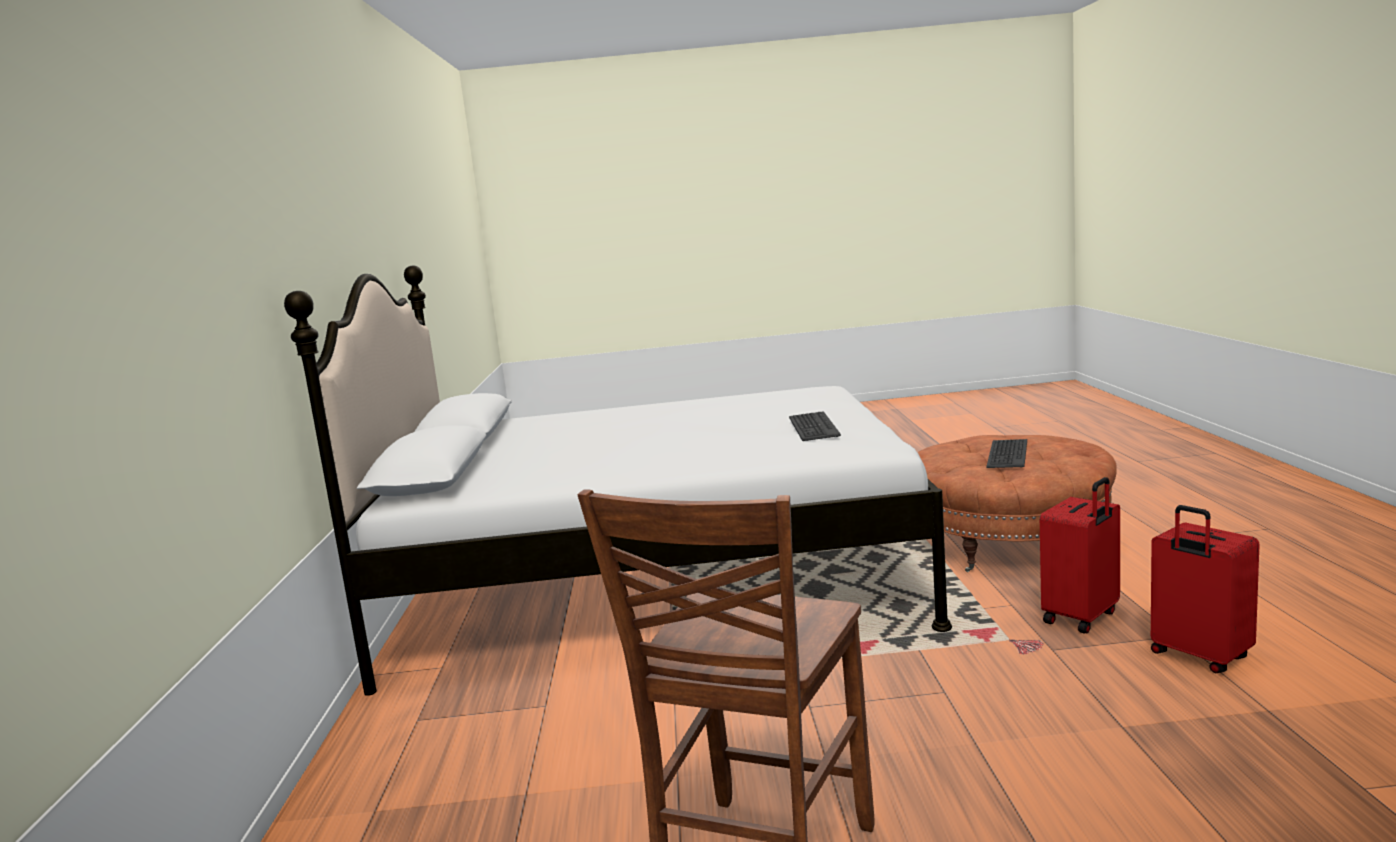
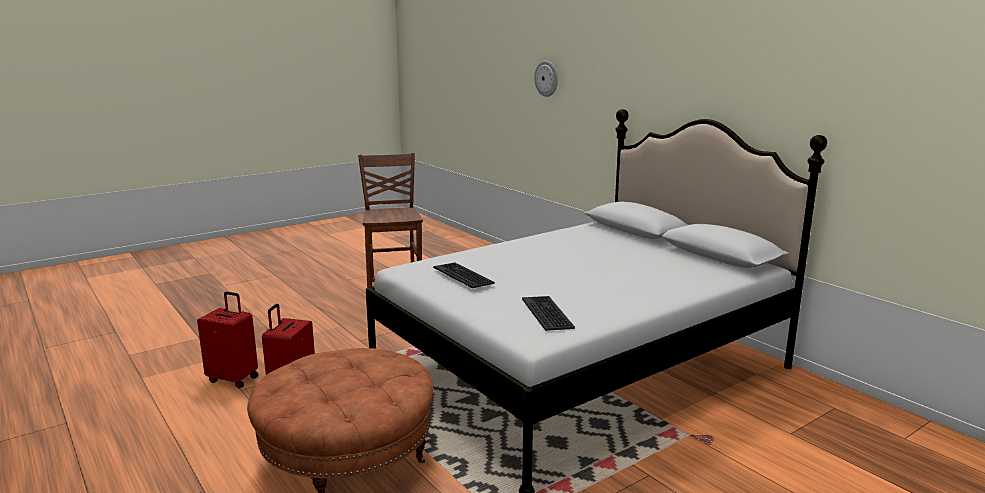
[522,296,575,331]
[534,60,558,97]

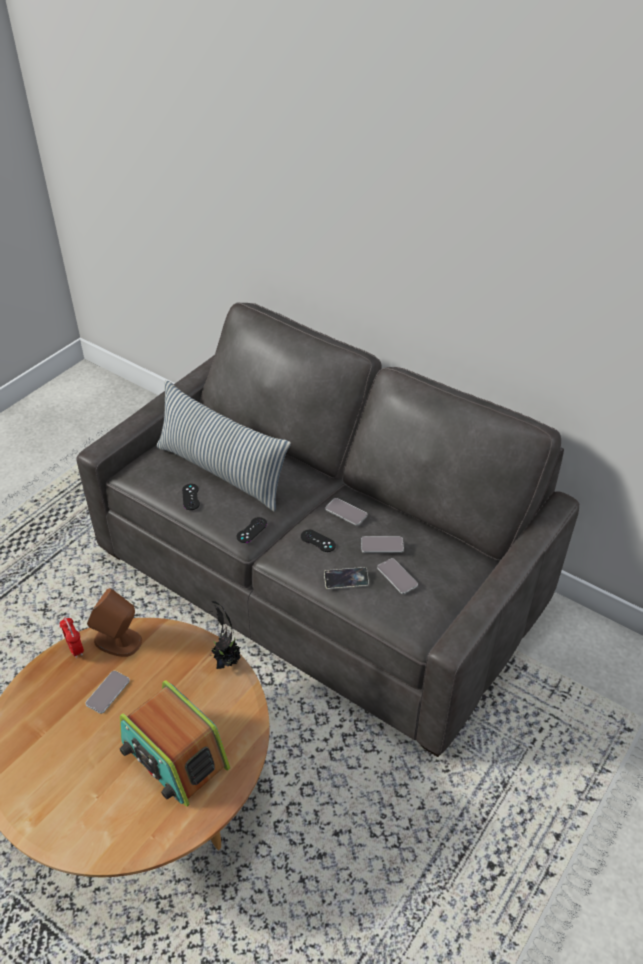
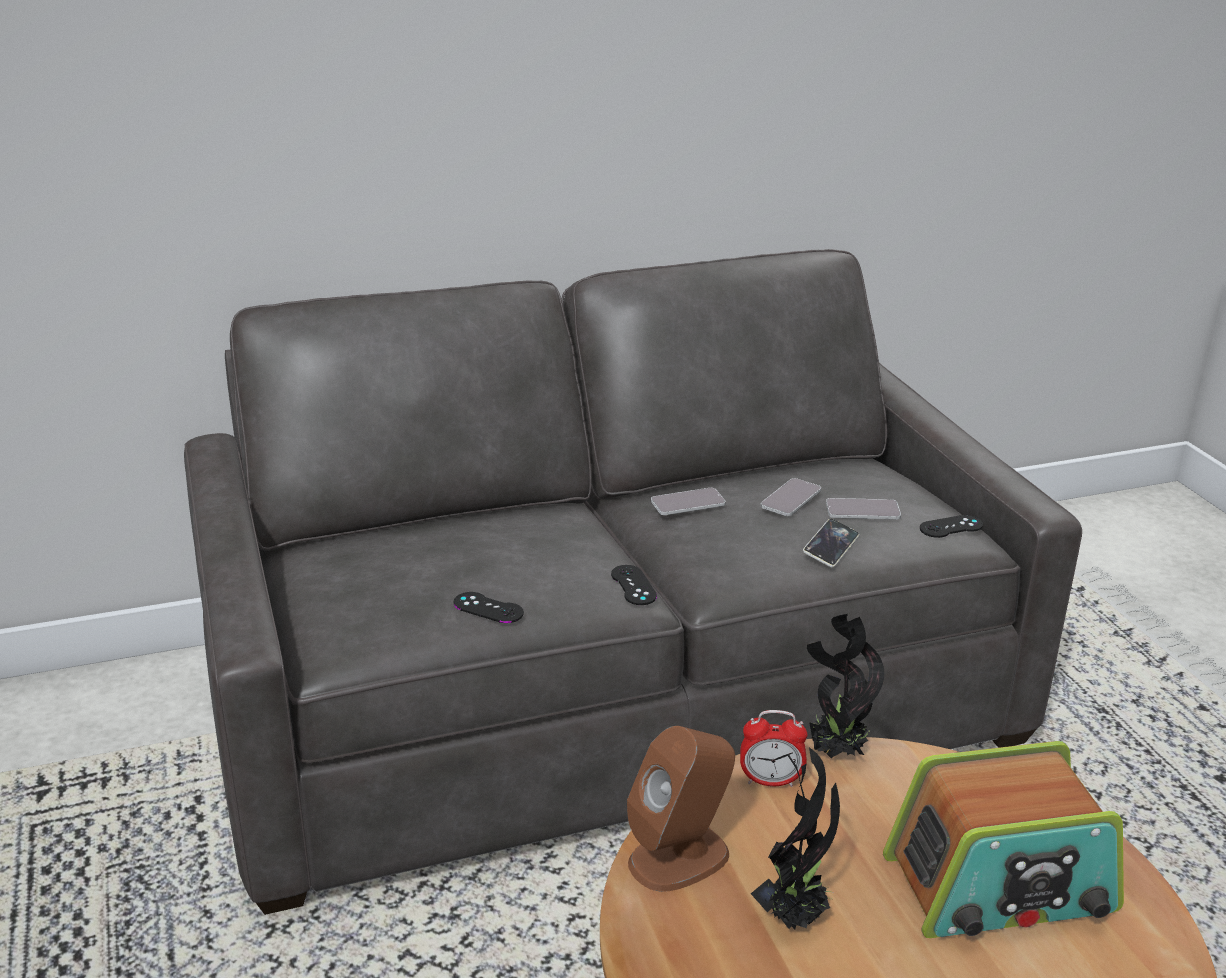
[157,380,291,512] (first image)
[920,515,983,538]
[740,710,807,787]
[751,747,840,930]

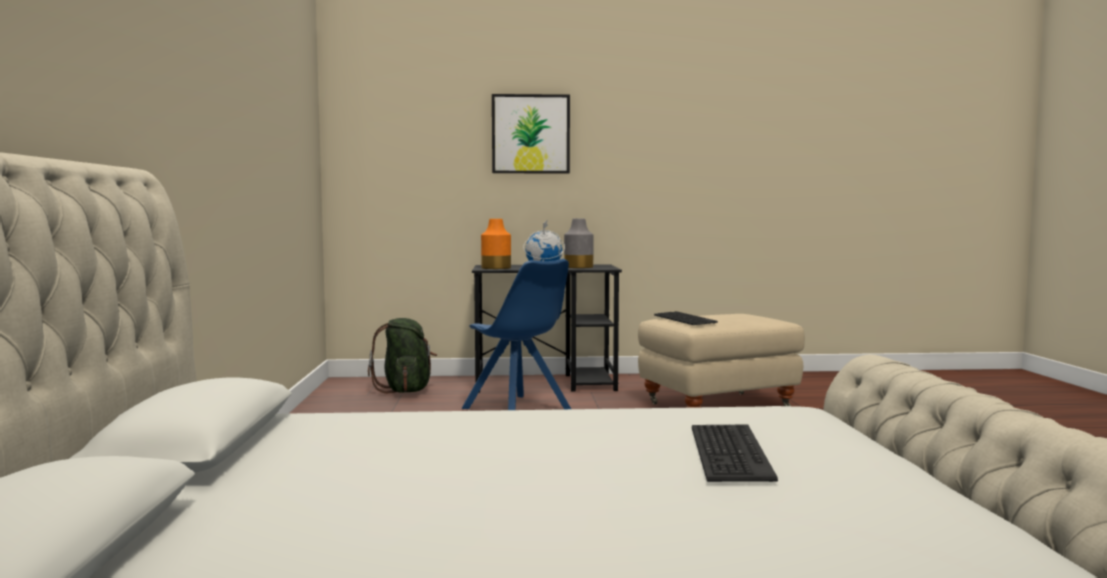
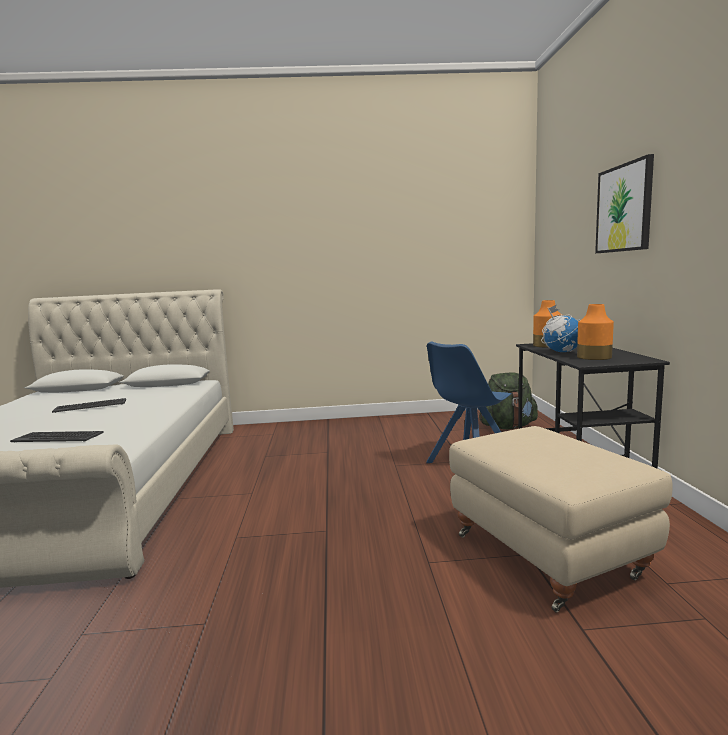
[577,304,614,360]
[52,398,126,413]

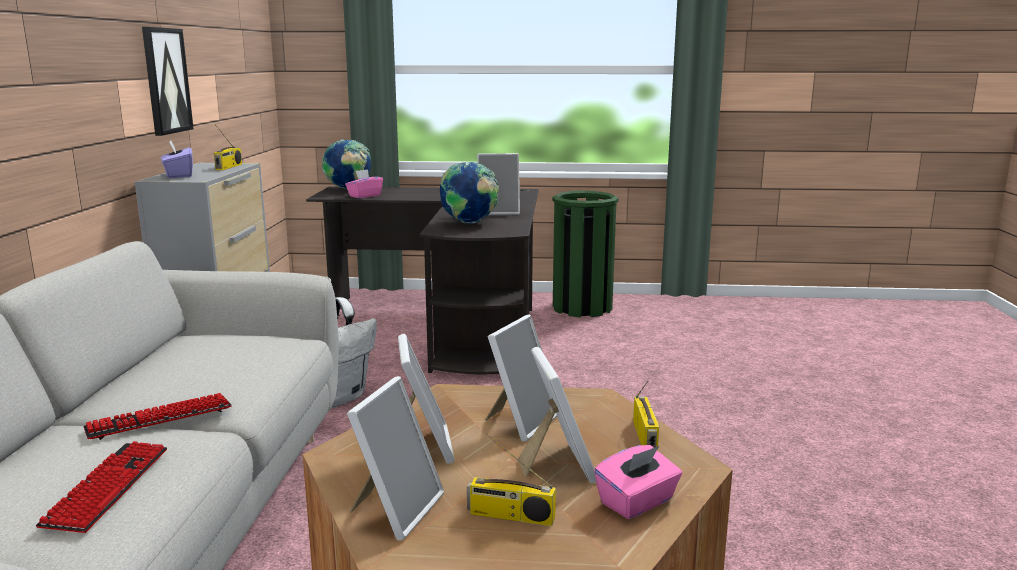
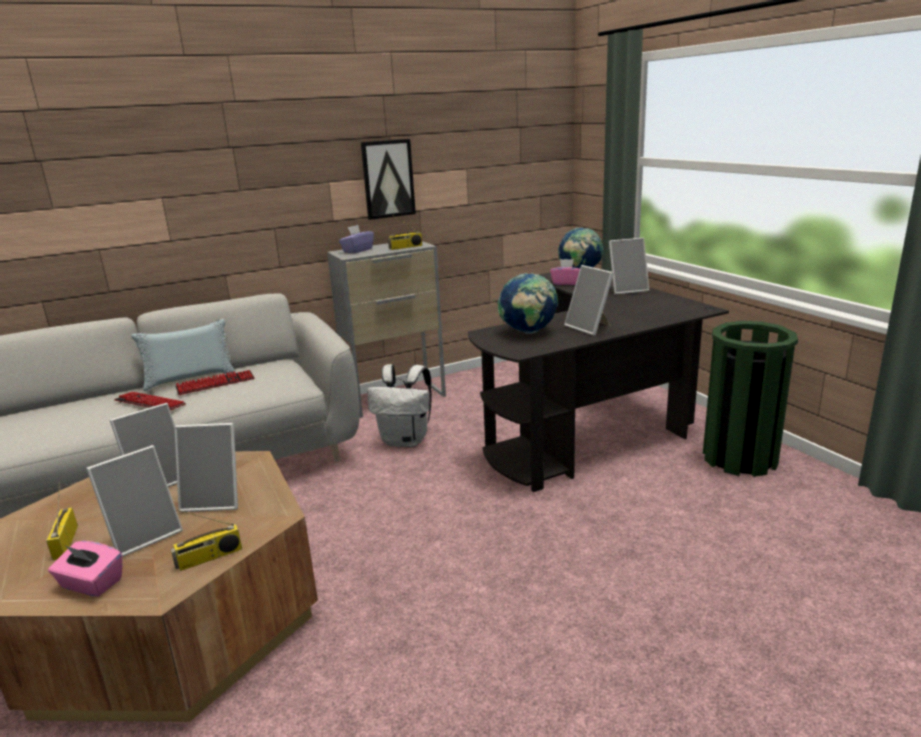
[609,238,650,295]
[175,370,254,395]
[131,319,235,391]

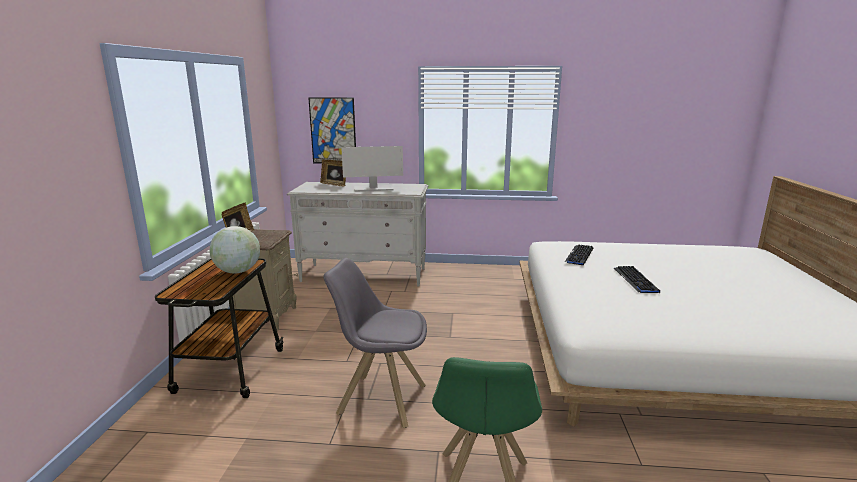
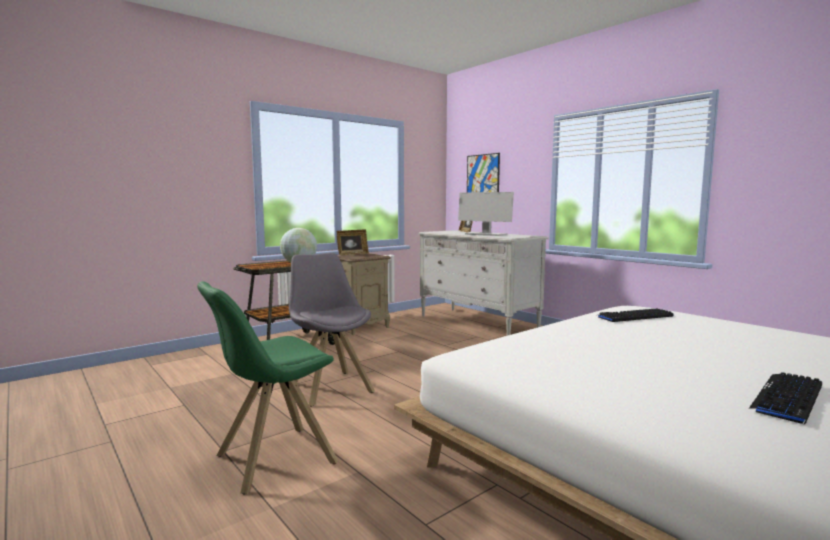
[749,372,822,424]

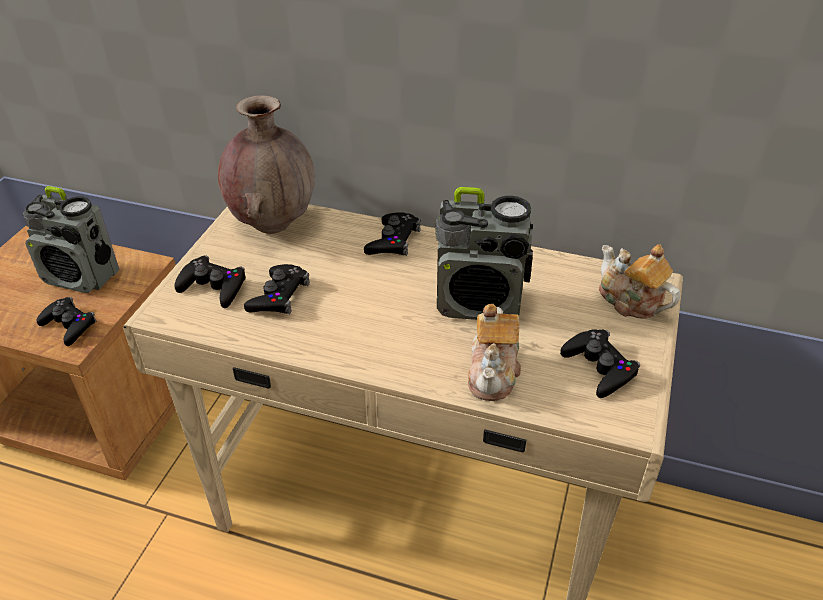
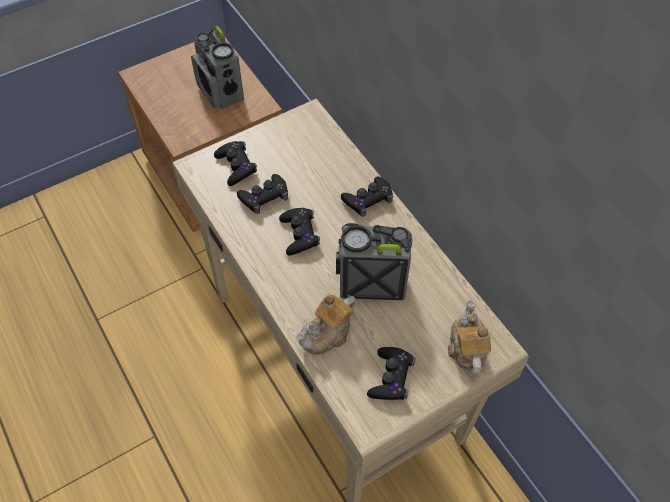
[218,95,315,234] (first image)
[336,223,413,300]
[279,208,320,256]

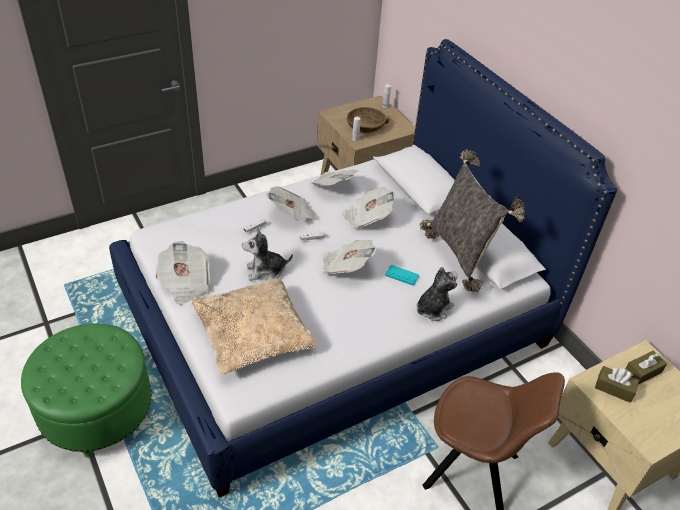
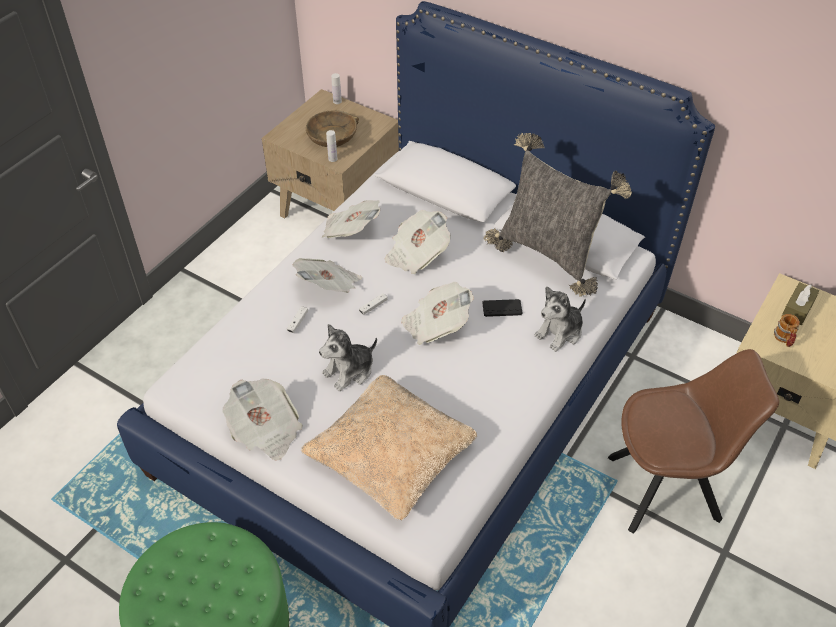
[482,299,523,317]
[535,286,586,352]
[774,314,800,347]

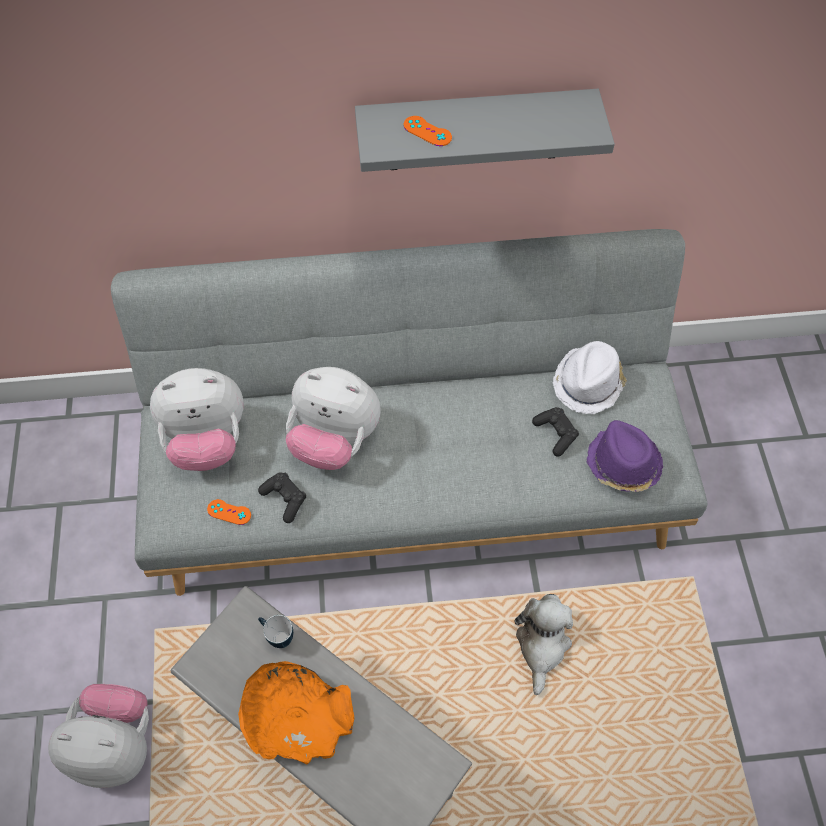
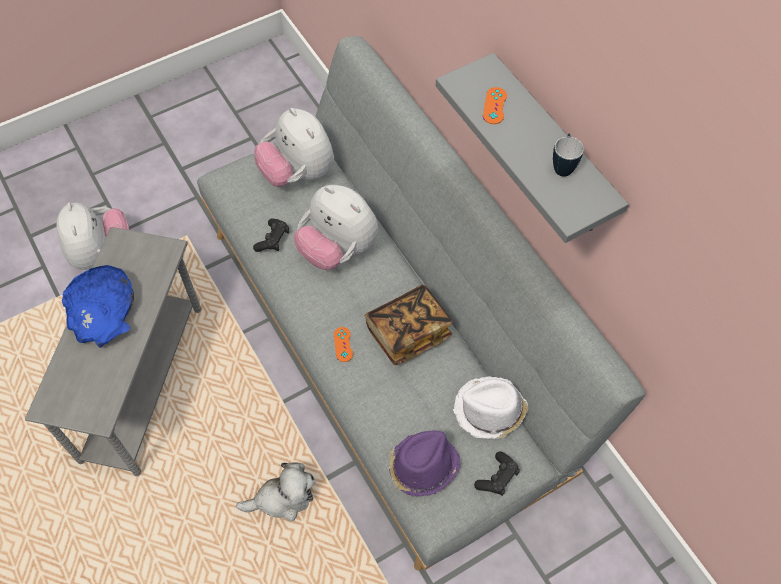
[294,185,378,270]
[474,451,520,496]
[334,327,353,362]
[553,134,584,177]
[62,265,134,348]
[365,285,453,365]

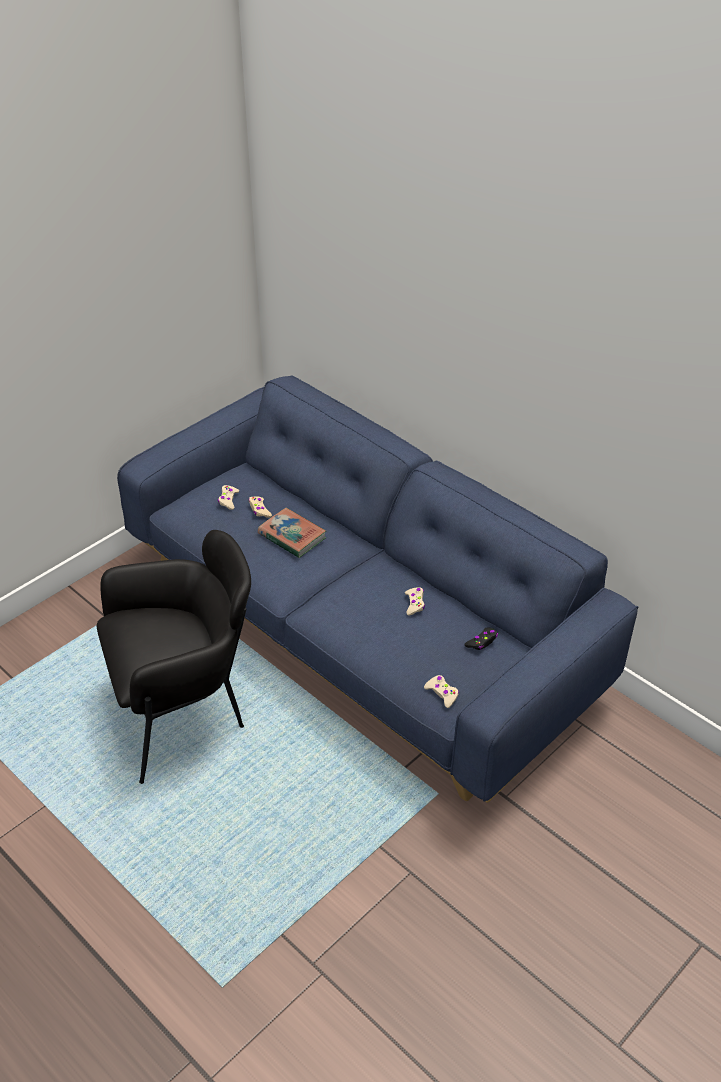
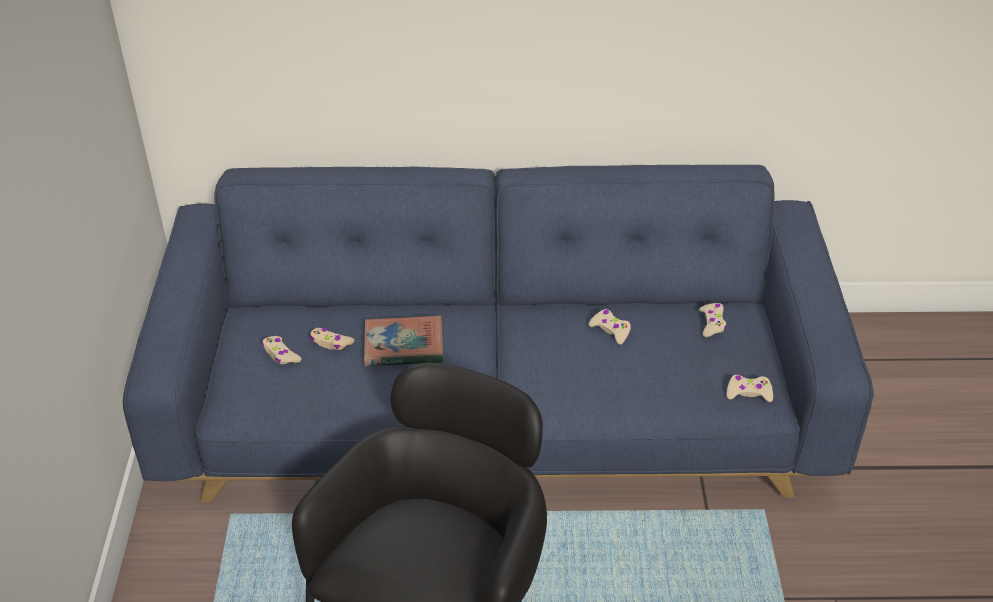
[699,303,727,337]

